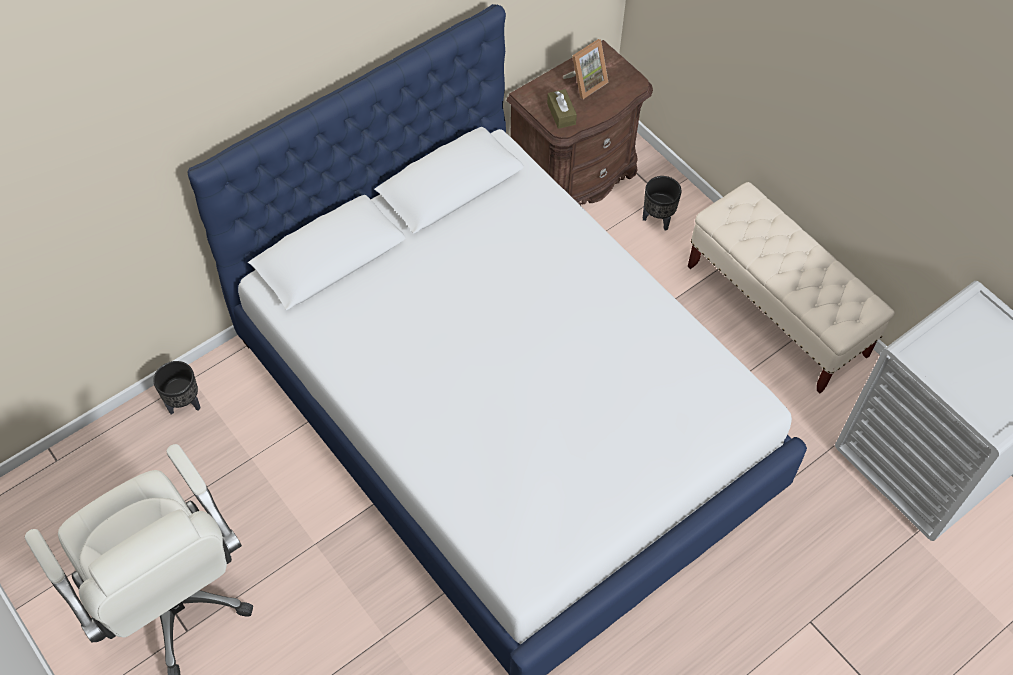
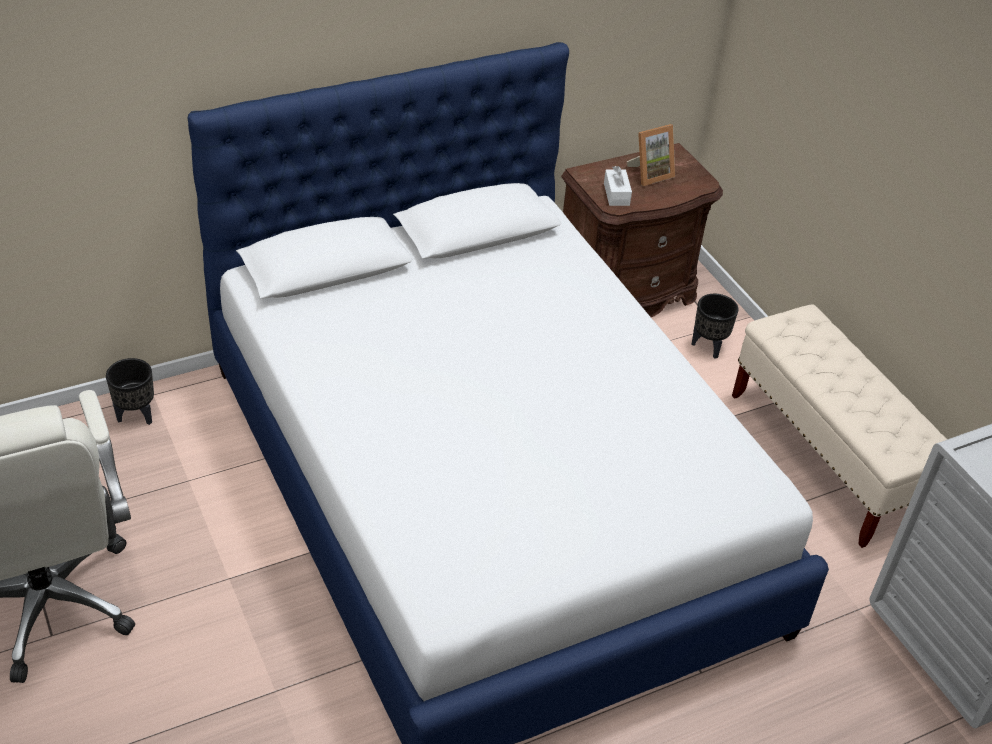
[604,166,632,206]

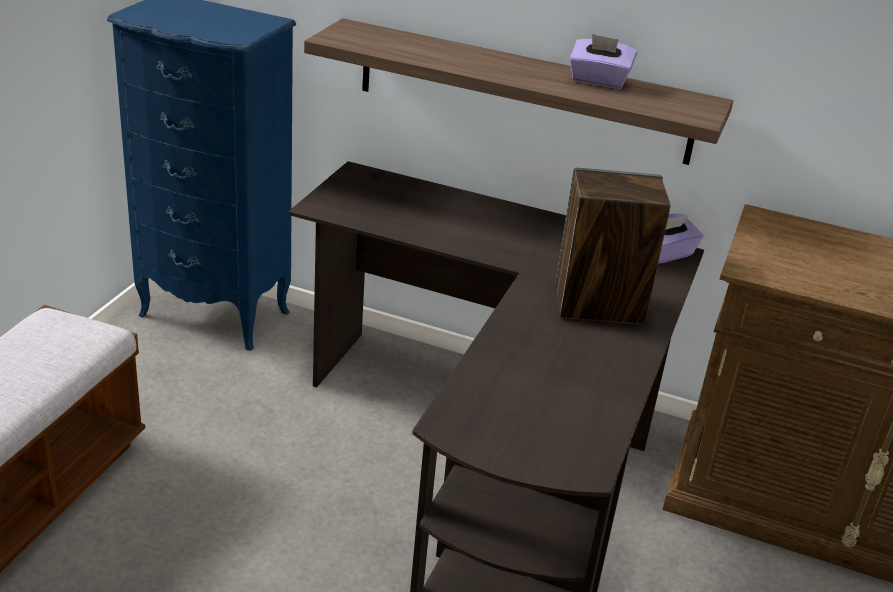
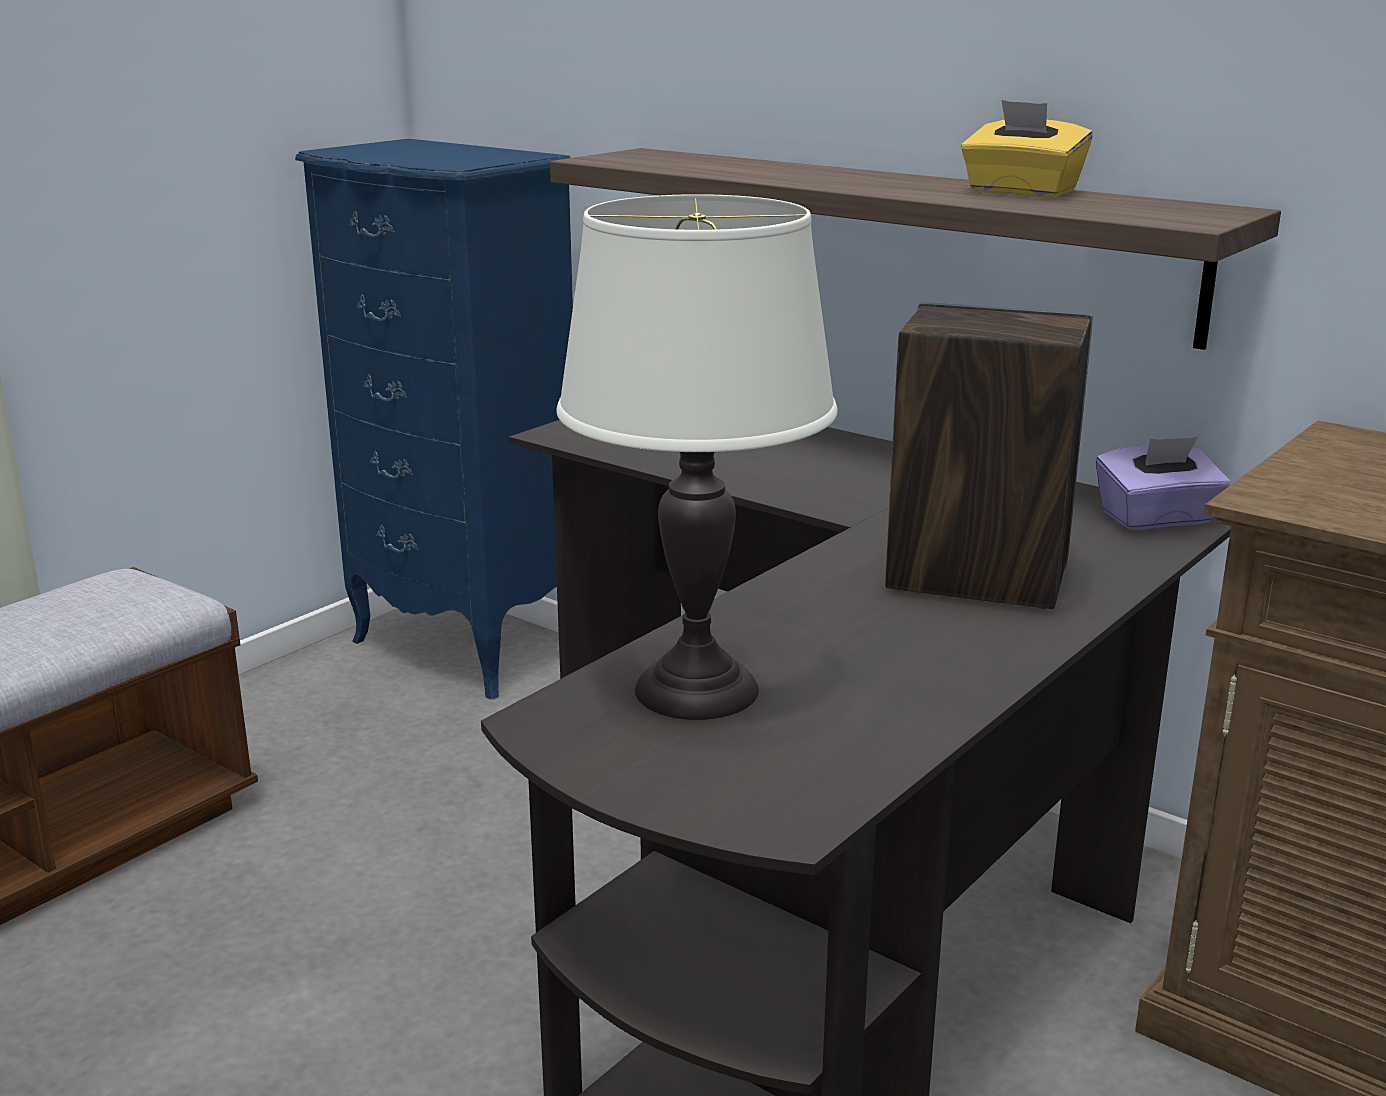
[961,100,1092,197]
[556,194,838,720]

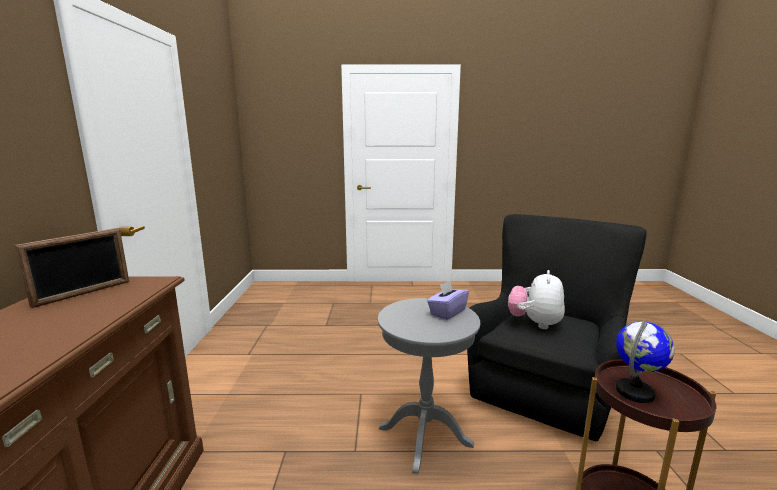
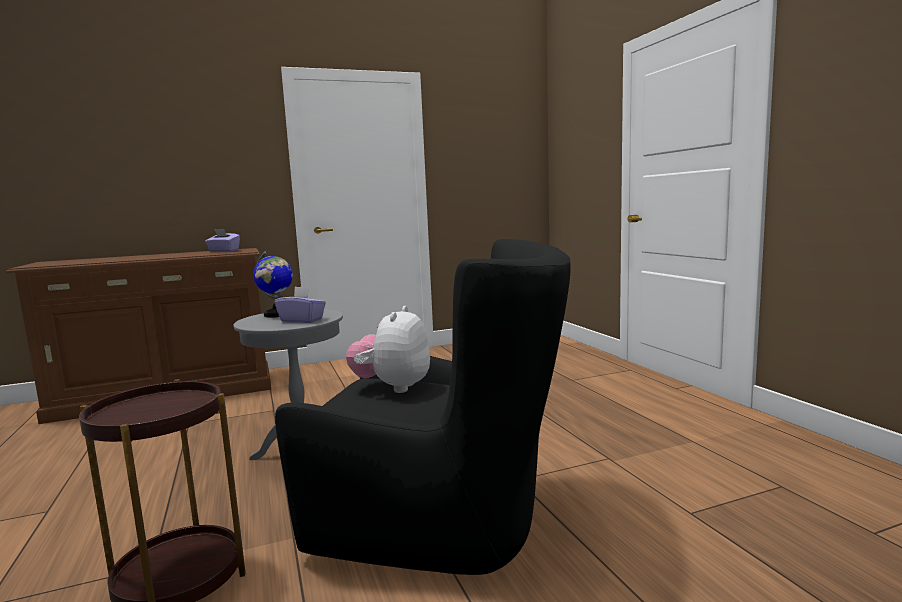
[205,229,240,252]
[346,306,430,393]
[253,251,293,318]

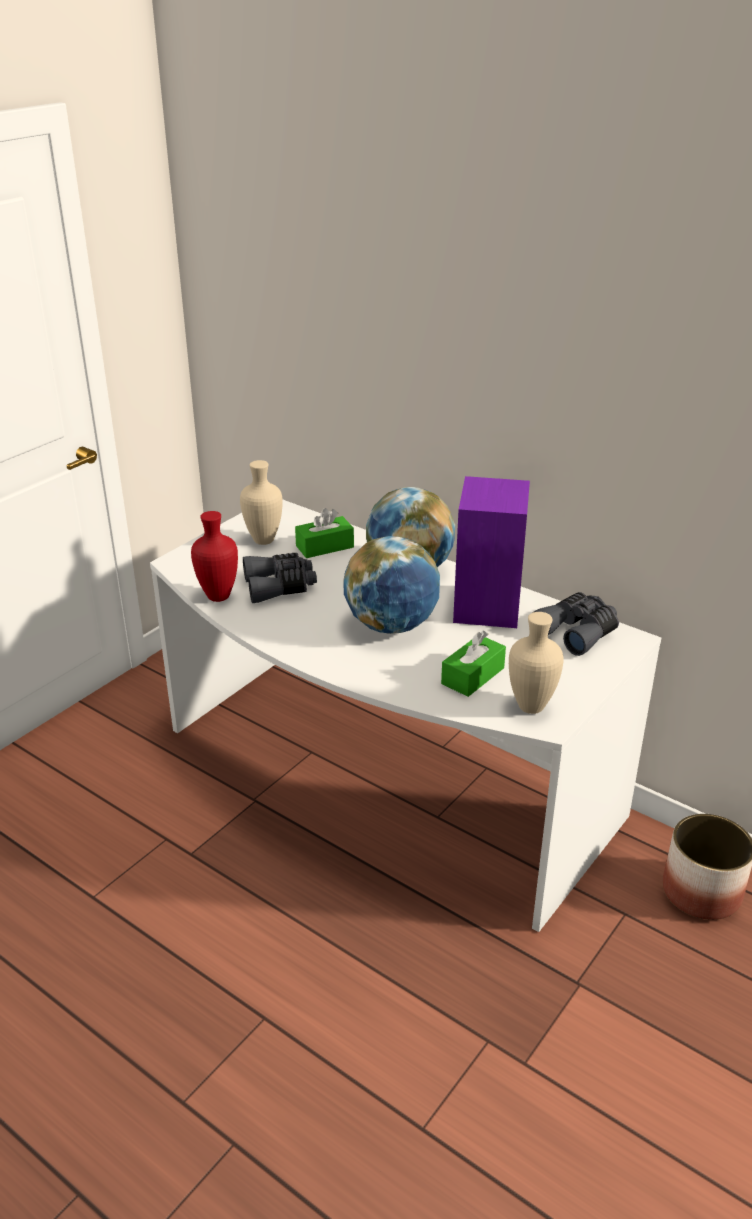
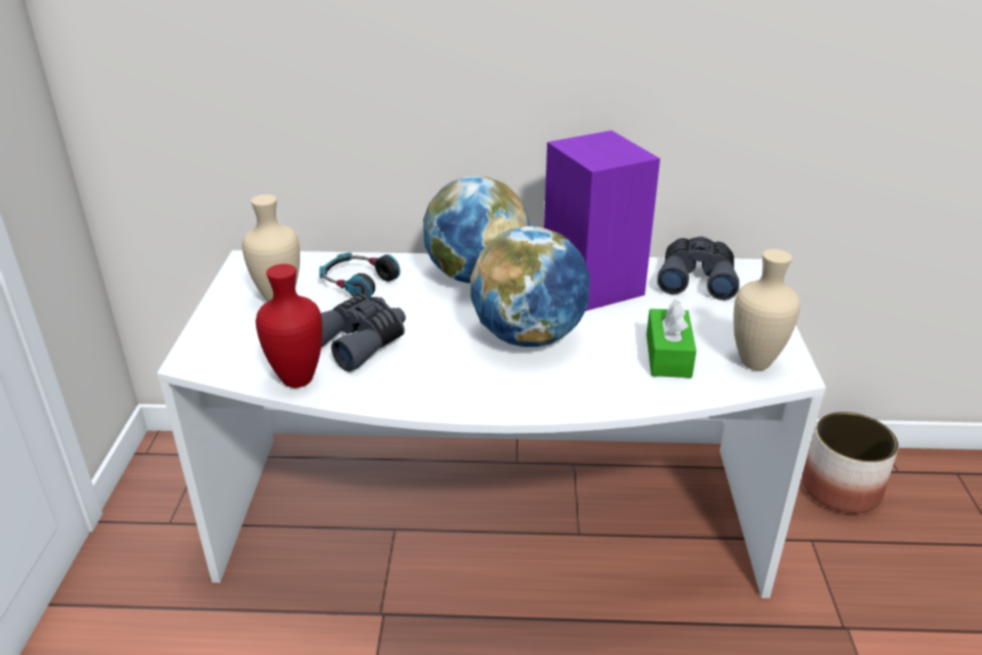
[319,253,400,298]

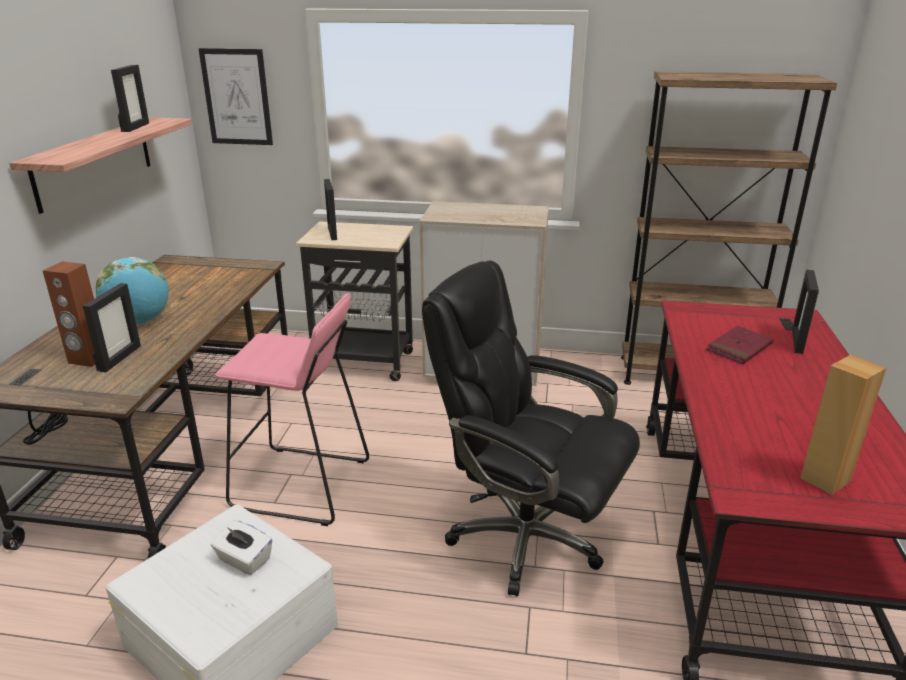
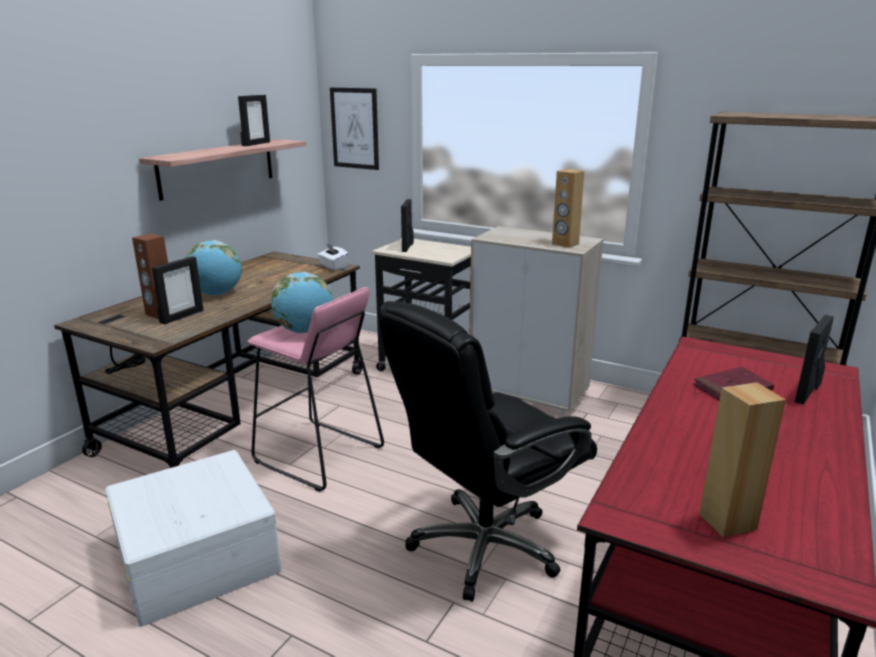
[379,301,597,602]
[317,244,349,271]
[552,169,584,248]
[271,272,333,333]

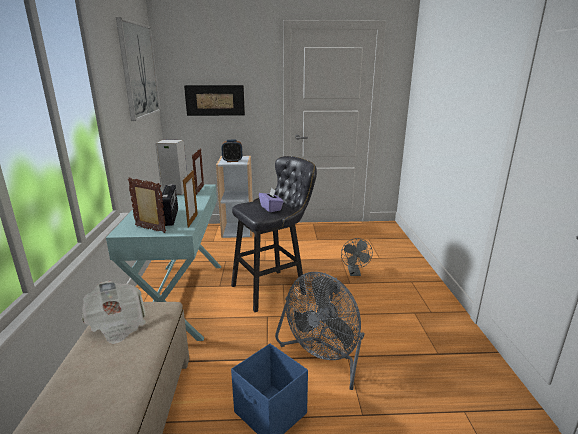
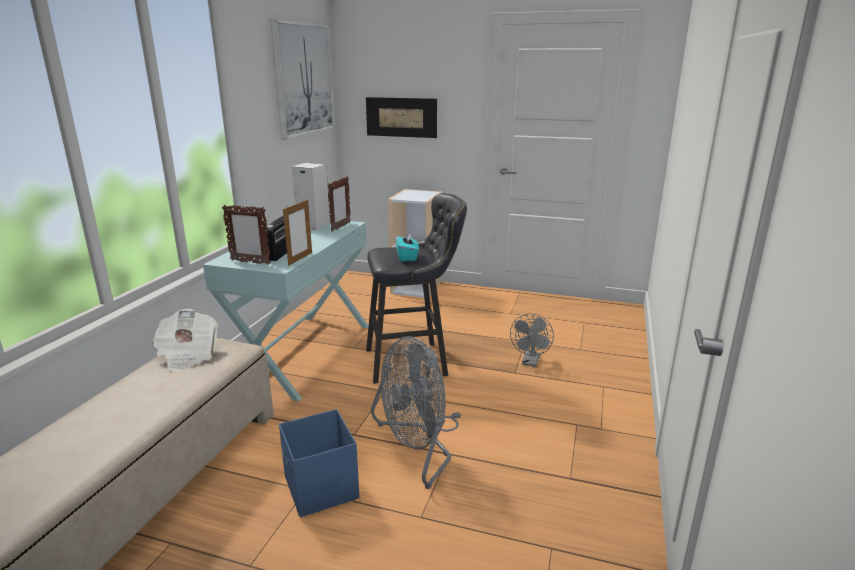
[221,140,242,162] (first image)
[222,205,271,265]
[396,233,419,261]

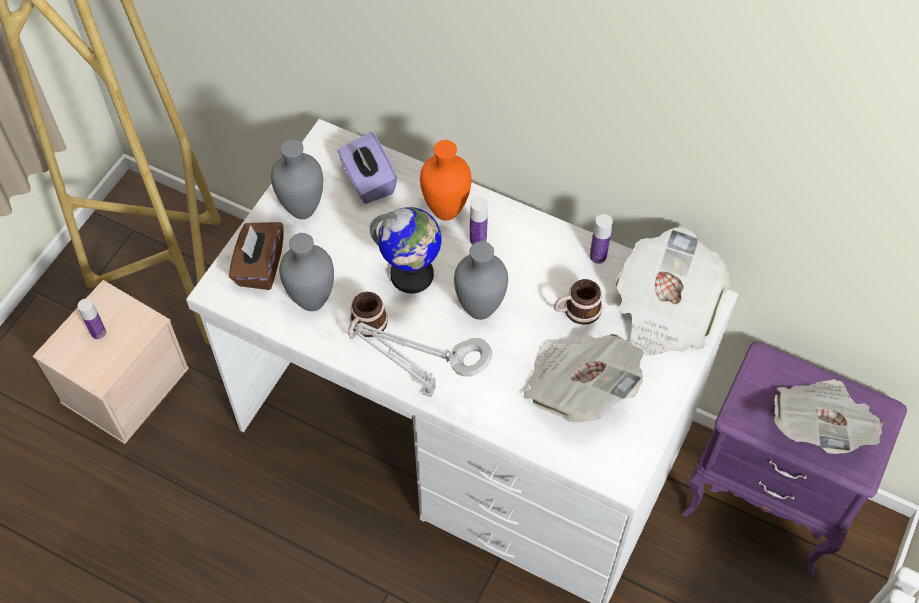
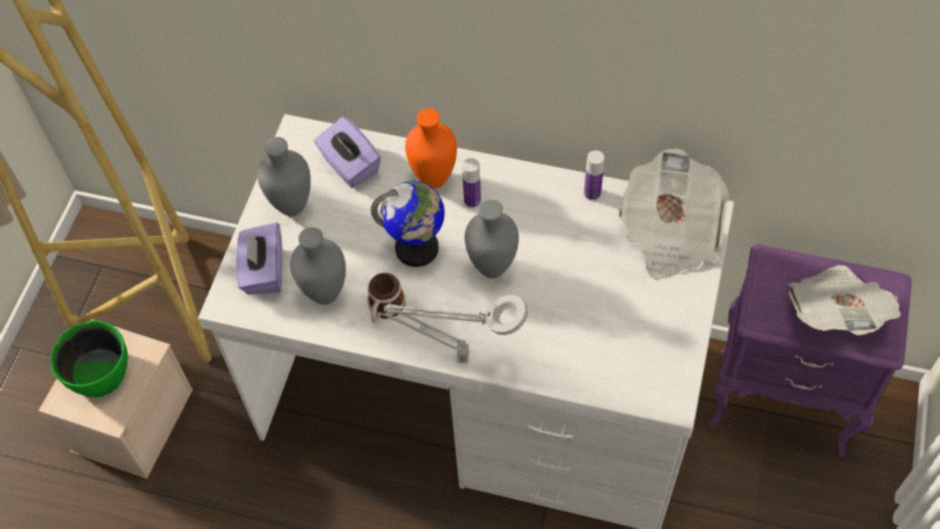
[236,223,282,295]
[554,279,603,325] (first image)
[50,320,128,397]
[523,334,644,423] (first image)

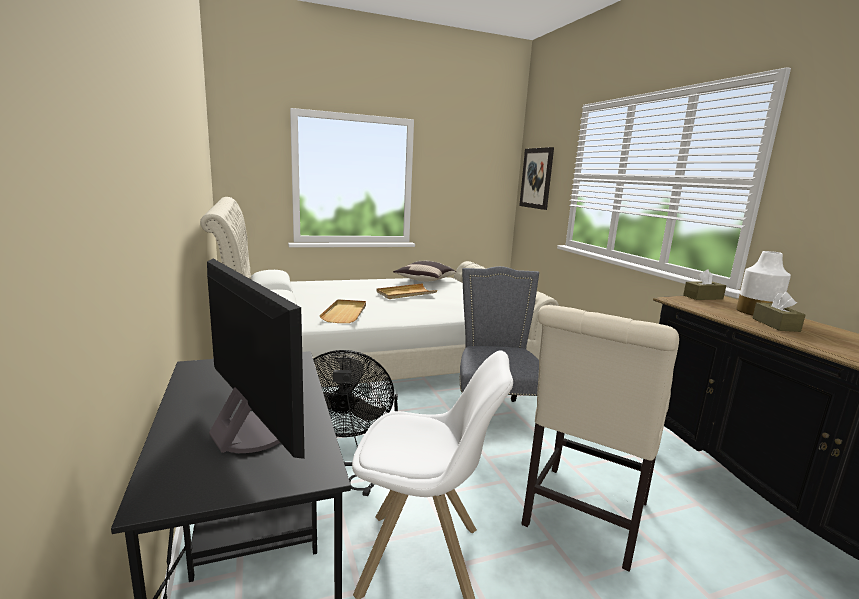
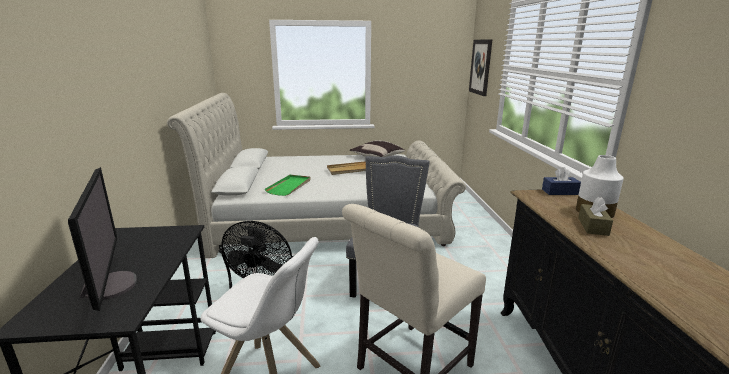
[542,167,581,195]
[265,175,310,196]

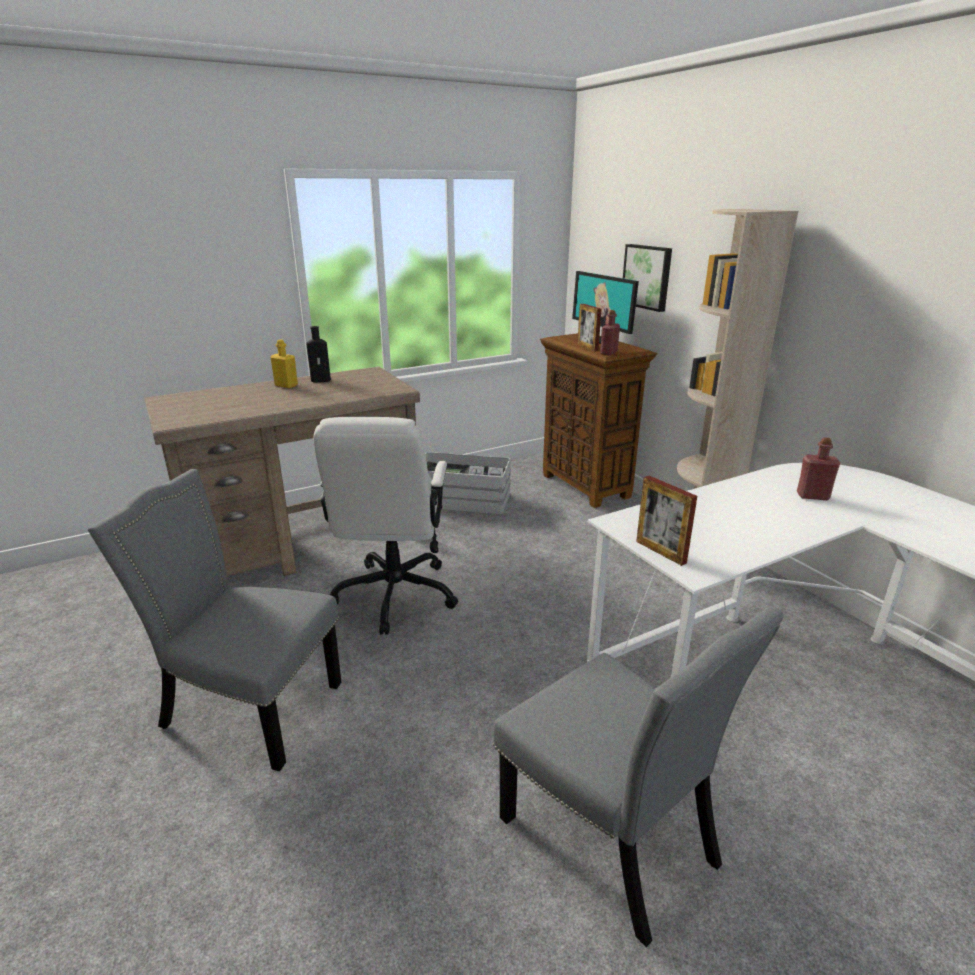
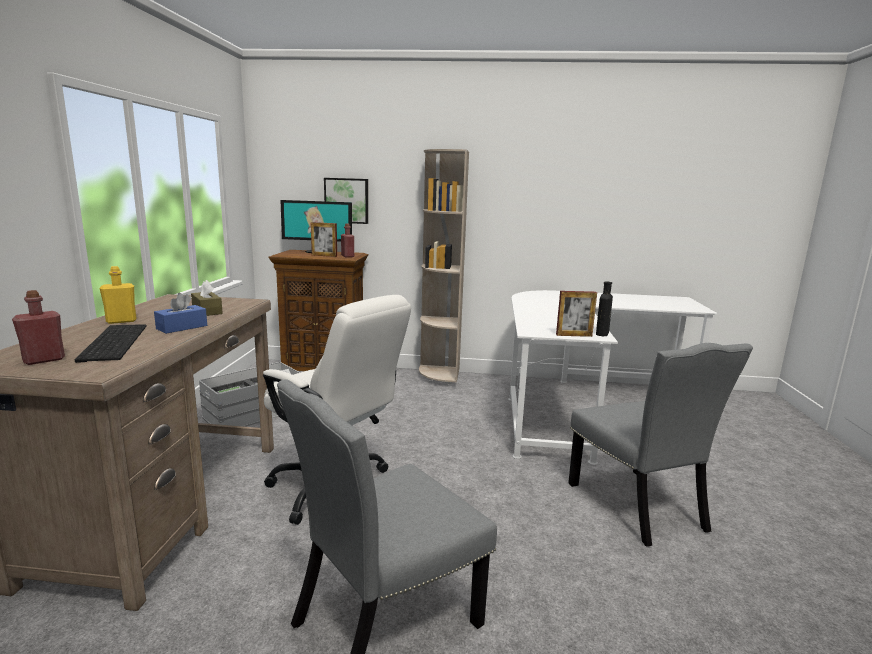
[596,282,613,336]
[12,290,65,365]
[568,343,753,547]
[191,280,223,316]
[154,293,207,334]
[74,324,147,363]

